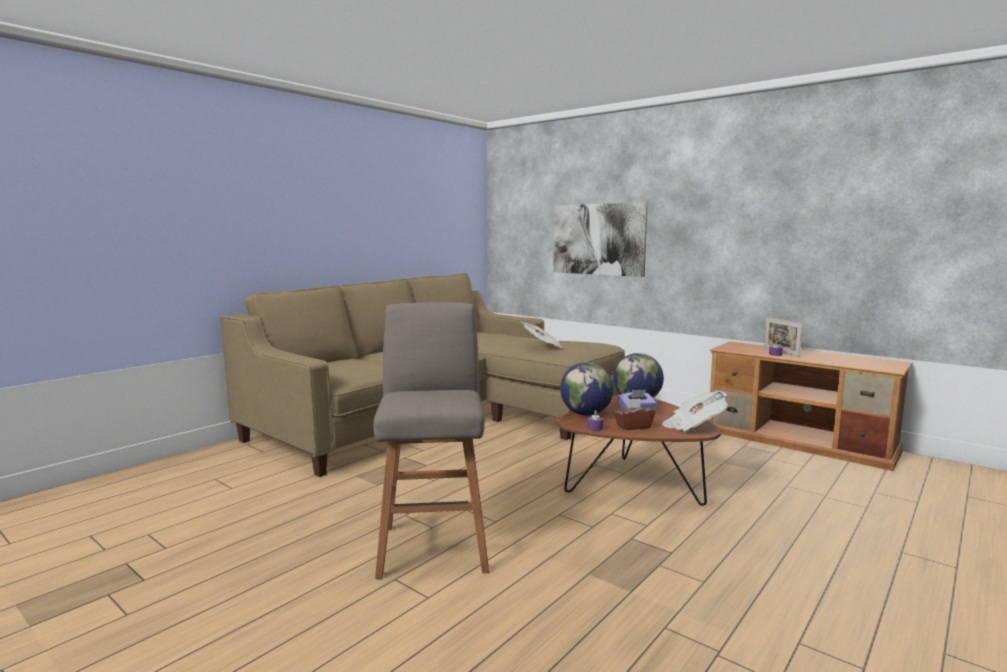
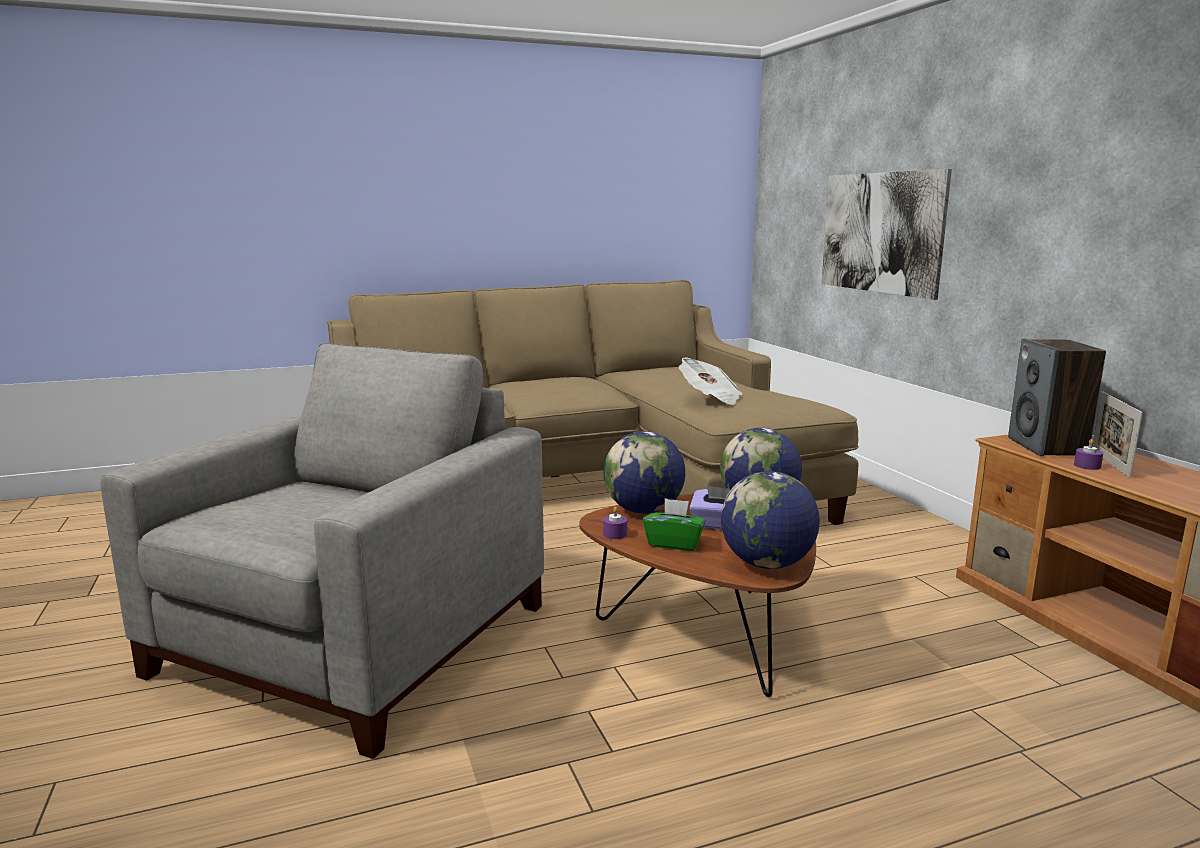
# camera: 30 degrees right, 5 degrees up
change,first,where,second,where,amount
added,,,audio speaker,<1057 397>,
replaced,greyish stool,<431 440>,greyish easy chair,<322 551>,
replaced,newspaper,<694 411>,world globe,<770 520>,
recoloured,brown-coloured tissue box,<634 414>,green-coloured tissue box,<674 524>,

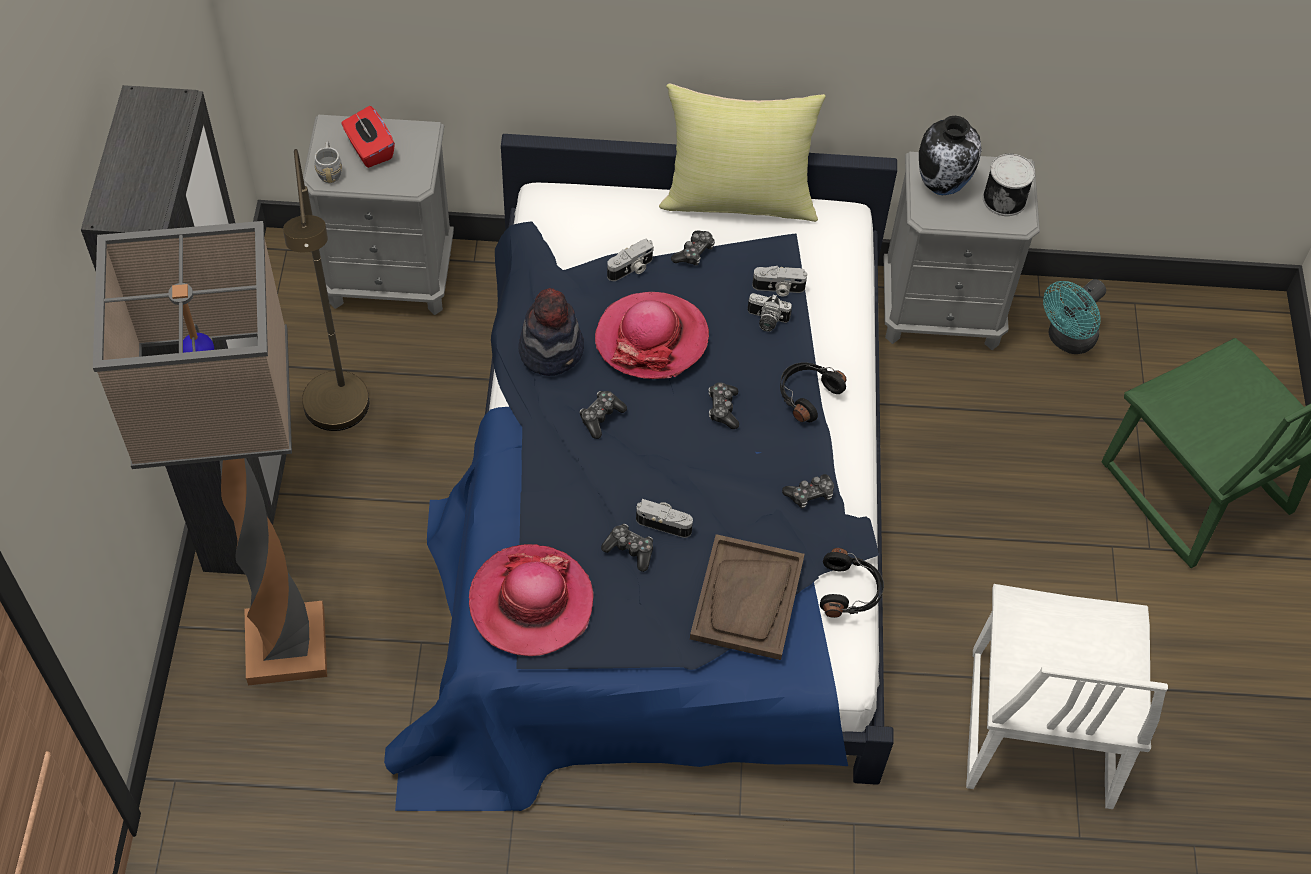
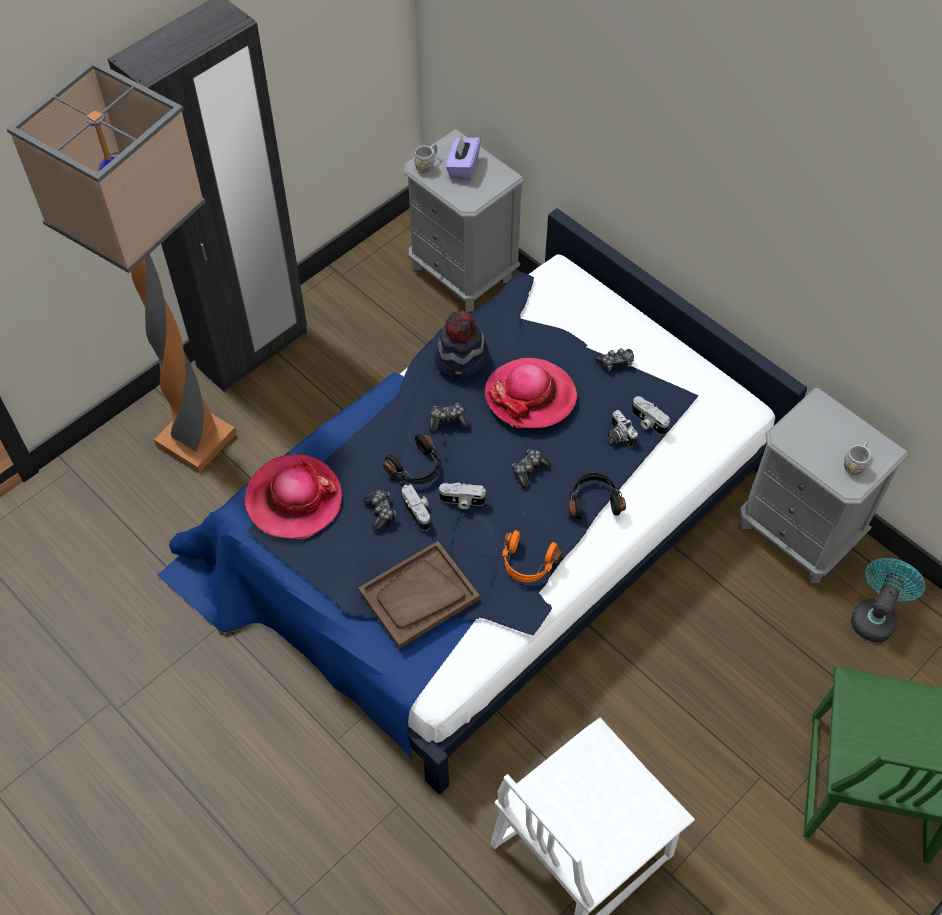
# camera: 45 degrees right, 0 degrees up
change,first,where,second,where,amount
removed,brown-coloured standard lamp,<326 290>,,,
removed,yellow-coloured cushion,<742 153>,,,
removed,decorative vase,<950 155>,,,
moved,still camera,<630 260>,,<462 495>,
moved,black-coloured headphones,<852 583>,,<411 459>,
replaced,gamepad,<808 491>,orange headphones,<532 556>,
replaced,can,<1009 185>,greyish coffee mug,<857 457>,
recoloured,reddish tissue box,<368 137>,purple-coloured tissue box,<463 157>,
turned,turquoise-coloured fan,<1074 316>,,<888 600>,120 degrees clockwise

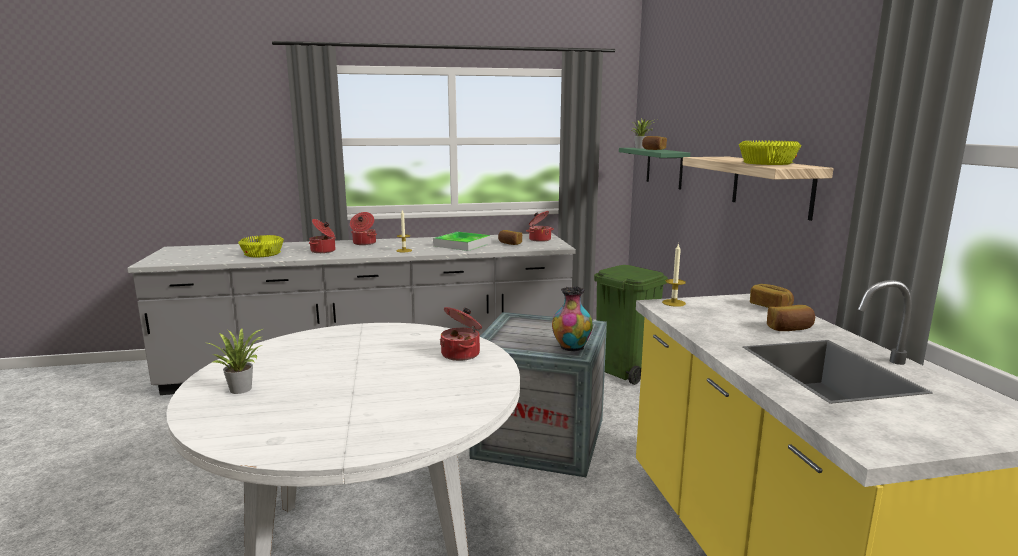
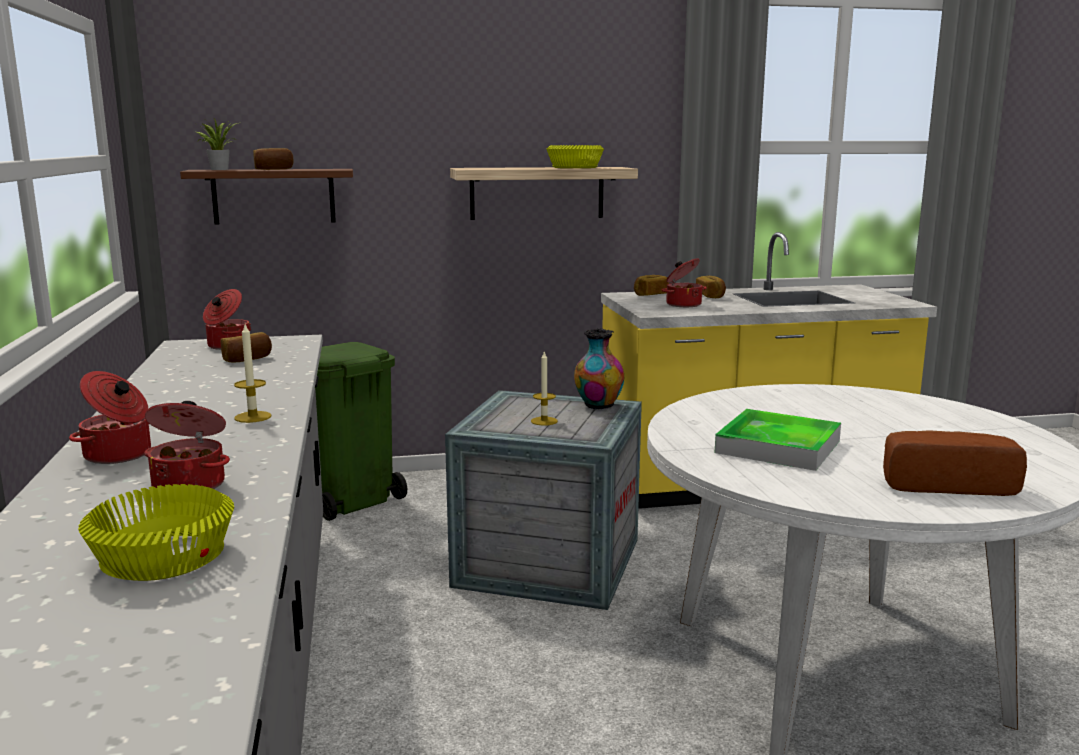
# camera: 90 degrees left, 0 degrees up
change,first,where,second,where,amount
moved,tray,<462 241>,,<778 440>,
moved,stockpot,<461 334>,,<684 282>,
moved,wax candle,<674 275>,,<544 388>,
replaced,houseplant,<235 361>,bakery bread,<955 463>,
recoloured,green-coloured shelf,<654 169>,brown-coloured shelf,<266 197>,

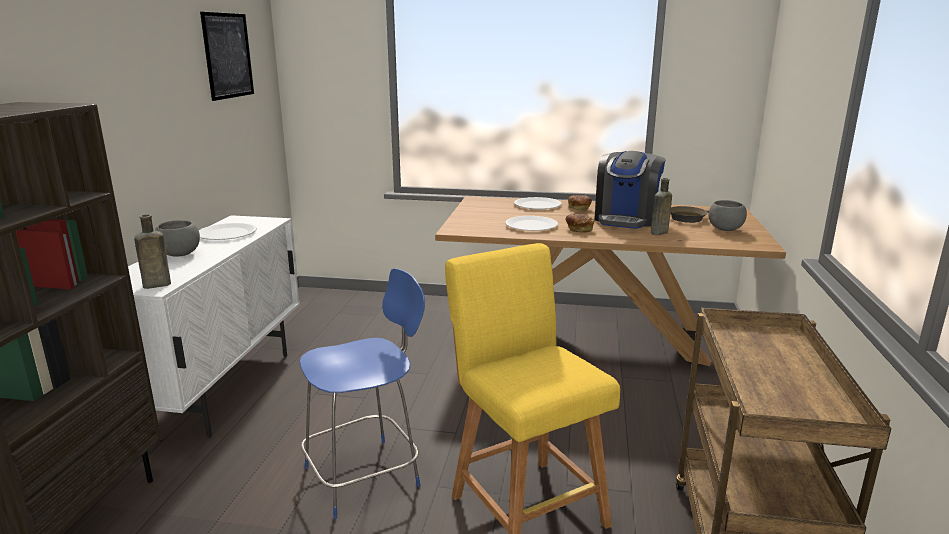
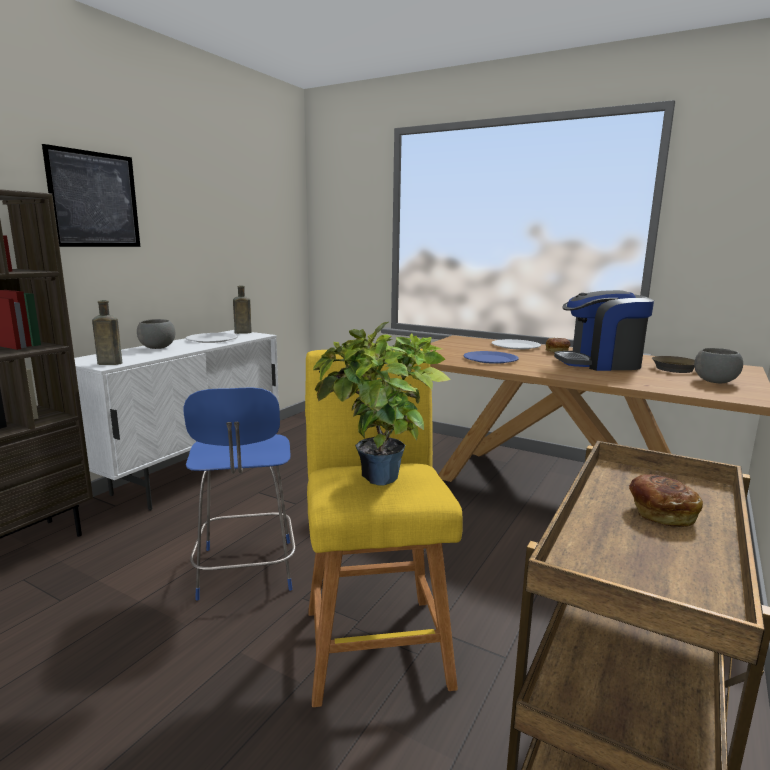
# camera: 20 degrees right, 5 degrees down
change,first,where,second,where,amount
added,,,houseplant,<382 403>,
moved,wall picture,<227 56>,,<91 195>,
moved,bakery bread,<579 222>,,<666 500>,
moved,brown-coloured beverage bottle,<661 206>,,<242 310>,
recoloured,white-coloured dinner plate,<531 223>,blue-coloured dinner plate,<491 357>,
turned,blue-coloured chair,<362 393>,,<240 494>,90 degrees clockwise
turned,coffee maker,<630 190>,,<604 330>,45 degrees clockwise

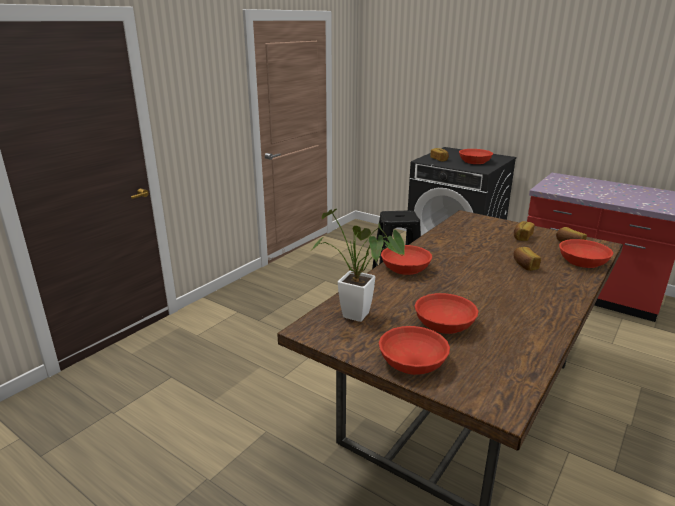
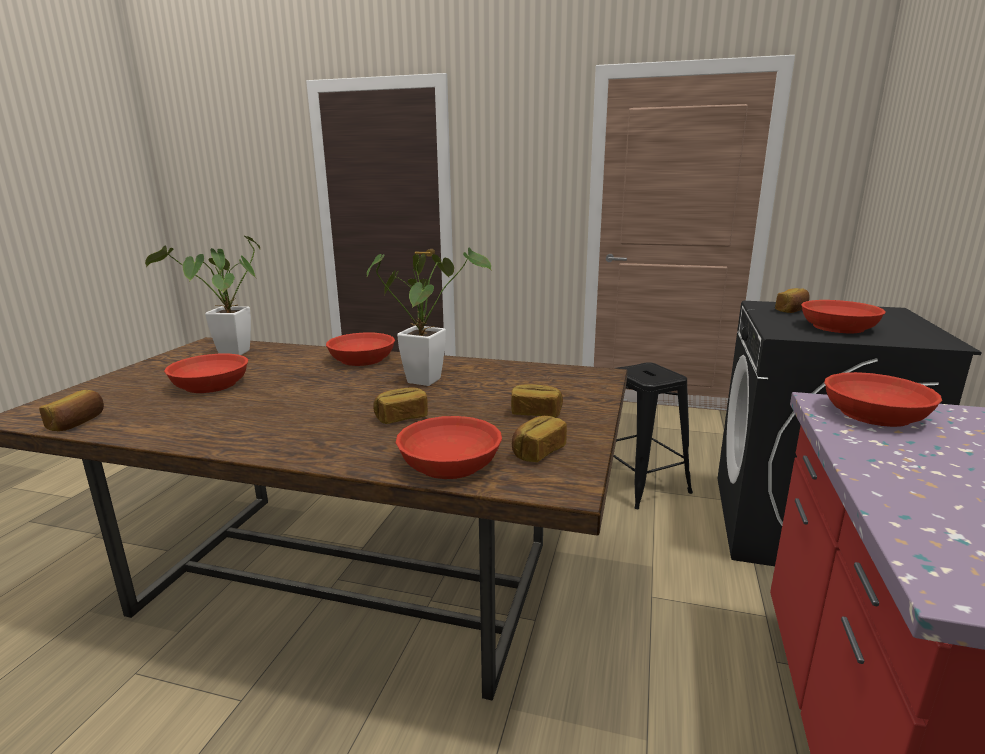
# camera: 70 degrees right, 5 degrees down
change,first,where,second,where,amount
added,,,bakery bread,<71 410>,
added,,,houseplant,<429 317>,
moved,reddish bowl,<414 350>,,<883 399>,

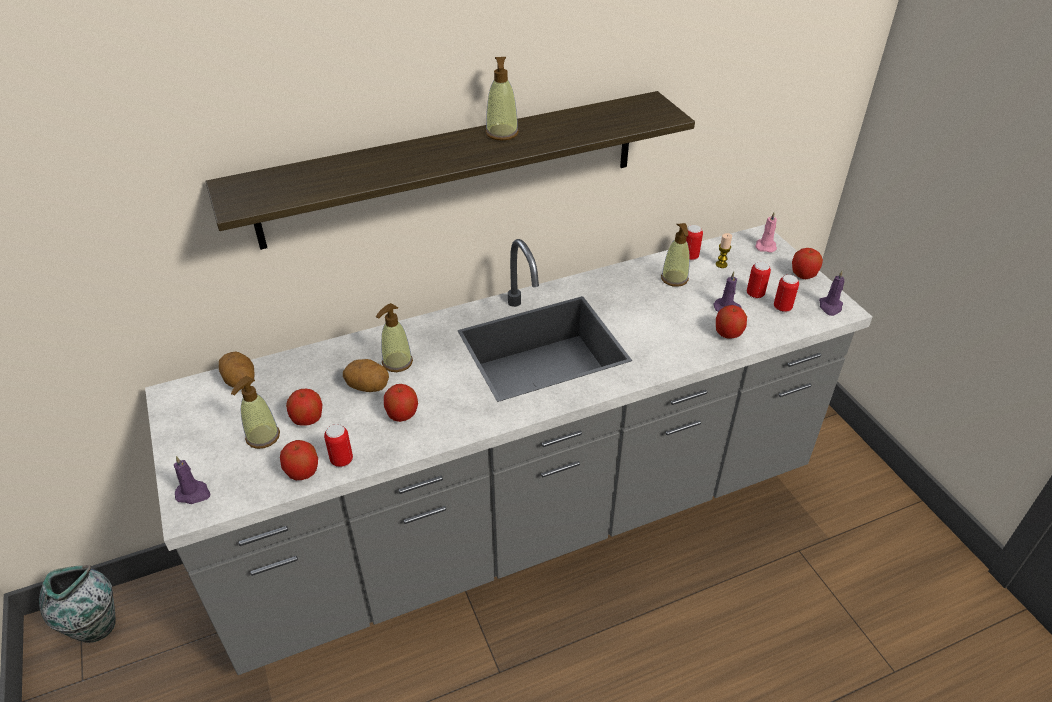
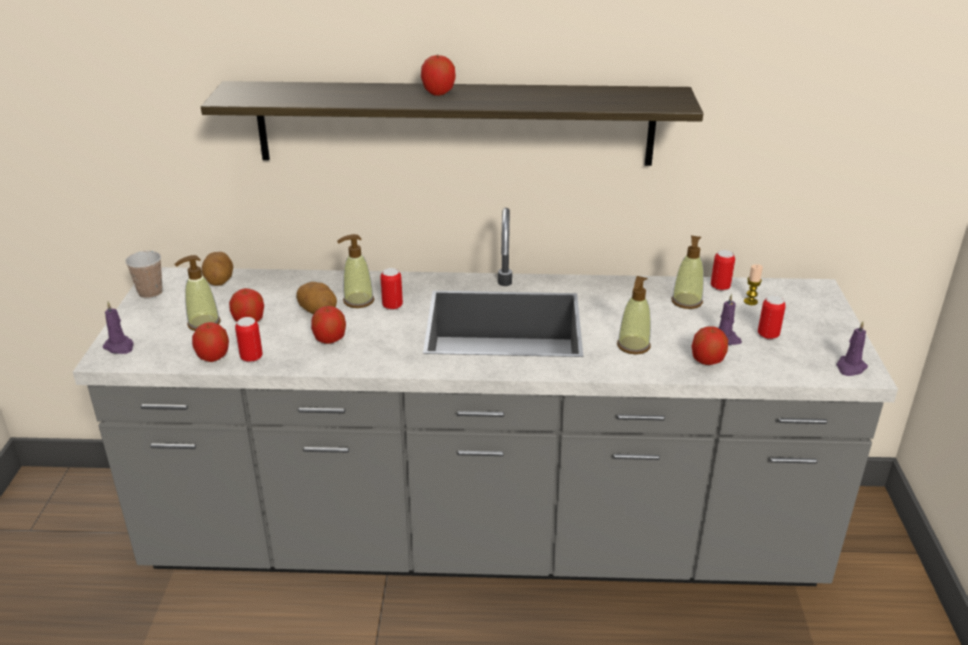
# camera: 25 degrees right, 10 degrees down
change,first,where,second,where,amount
removed,decorative vase,<77 604>,,,
removed,pink-coloured wax candle,<766 232>,,,
added,,,cup,<144 274>,
moved,soap bottle,<502 99>,,<634 315>,
moved,can,<786 293>,,<391 289>,
moved,apple,<807 263>,,<438 75>,

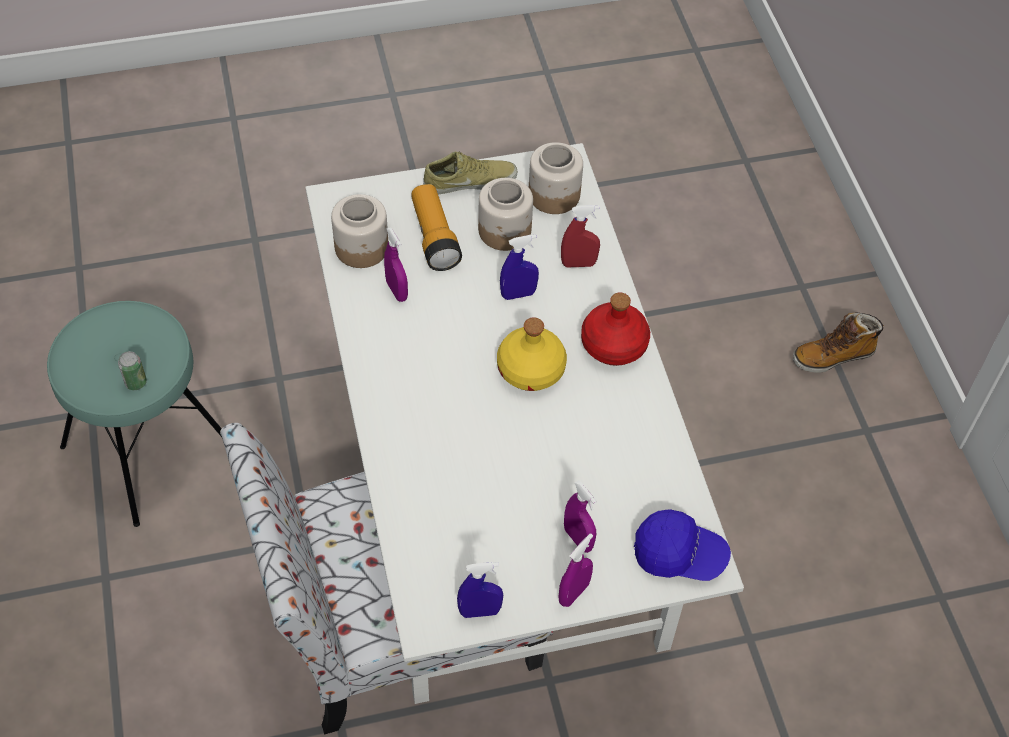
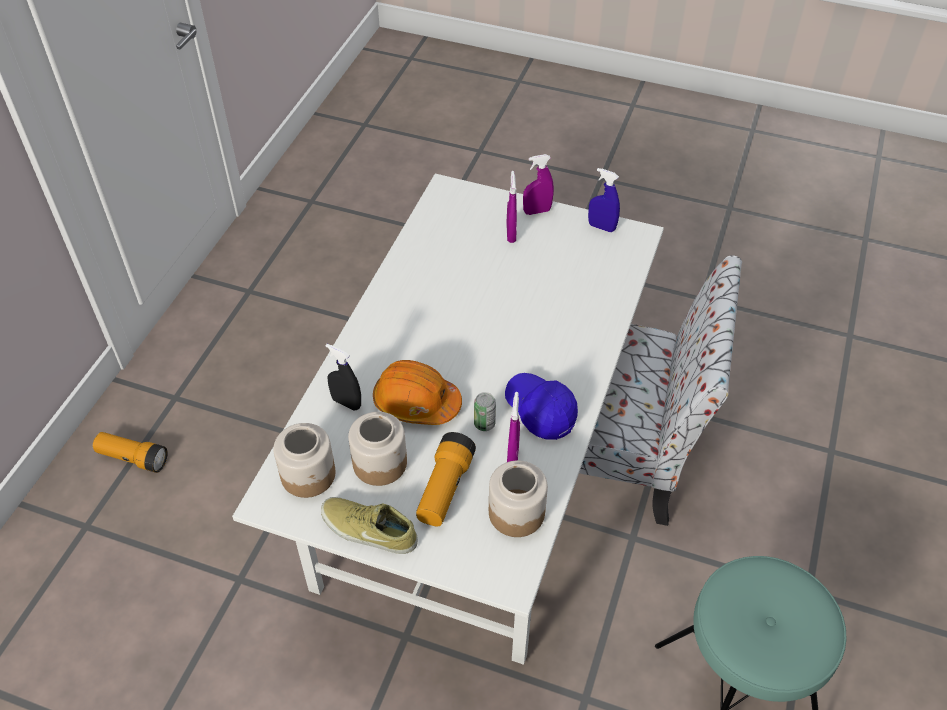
# camera: 145 degrees left, 5 degrees down
change,first,where,second,where,amount
removed,yellow-coloured beverage bottle,<532 354>,,,
removed,reddish beverage bottle,<615 329>,,,
moved,can,<132 370>,,<485 411>,
moved,blue-coloured cap,<682 545>,,<541 406>,
replaced,blue-coloured sprayer,<519 267>,orange work helmet,<417 392>,
replaced,high-top boot,<838 342>,torch,<130 452>,
recoloured,reddish sprayer,<580 236>,black-coloured sprayer,<343 377>,

